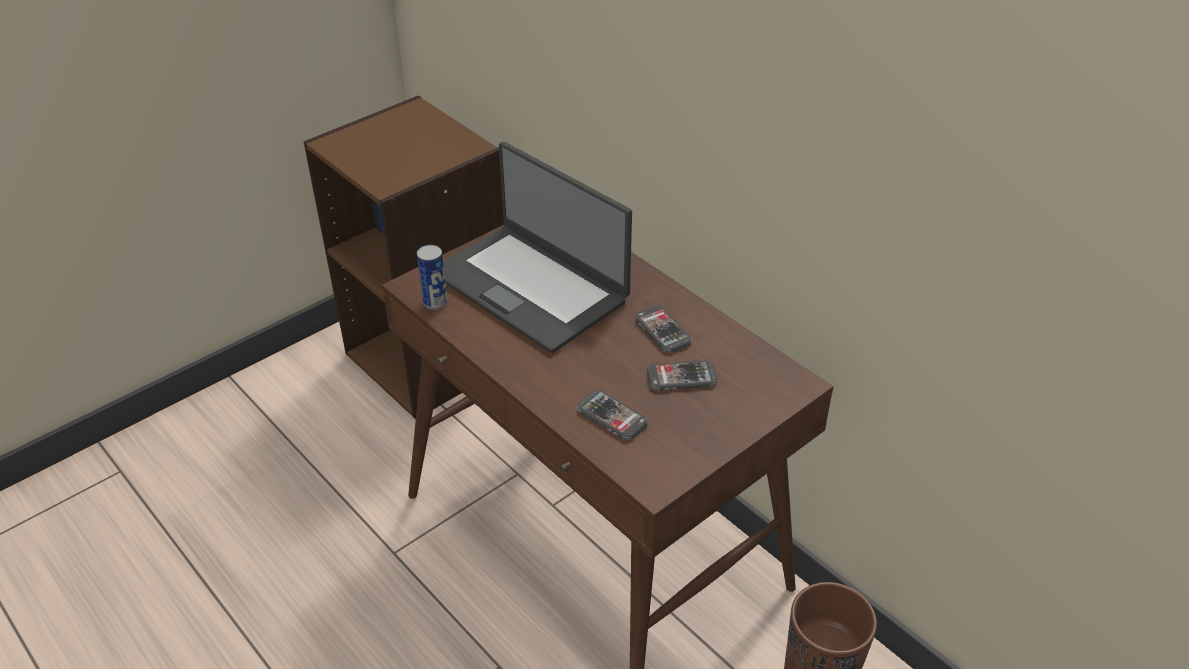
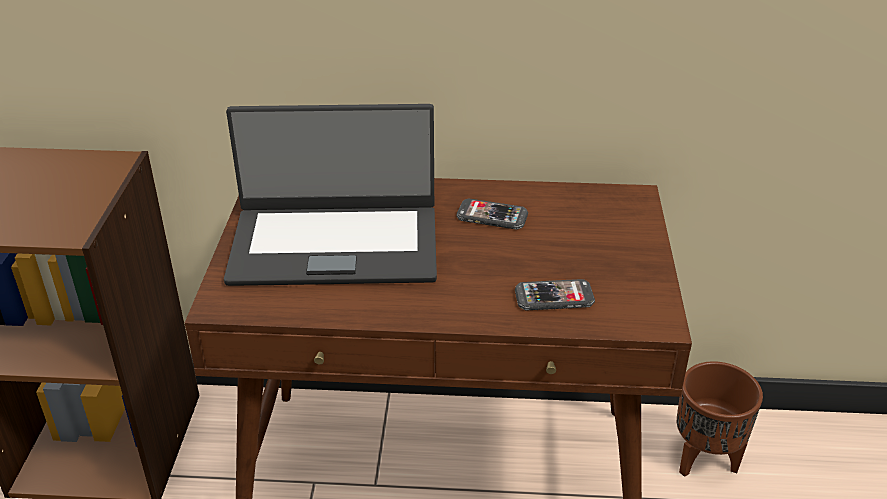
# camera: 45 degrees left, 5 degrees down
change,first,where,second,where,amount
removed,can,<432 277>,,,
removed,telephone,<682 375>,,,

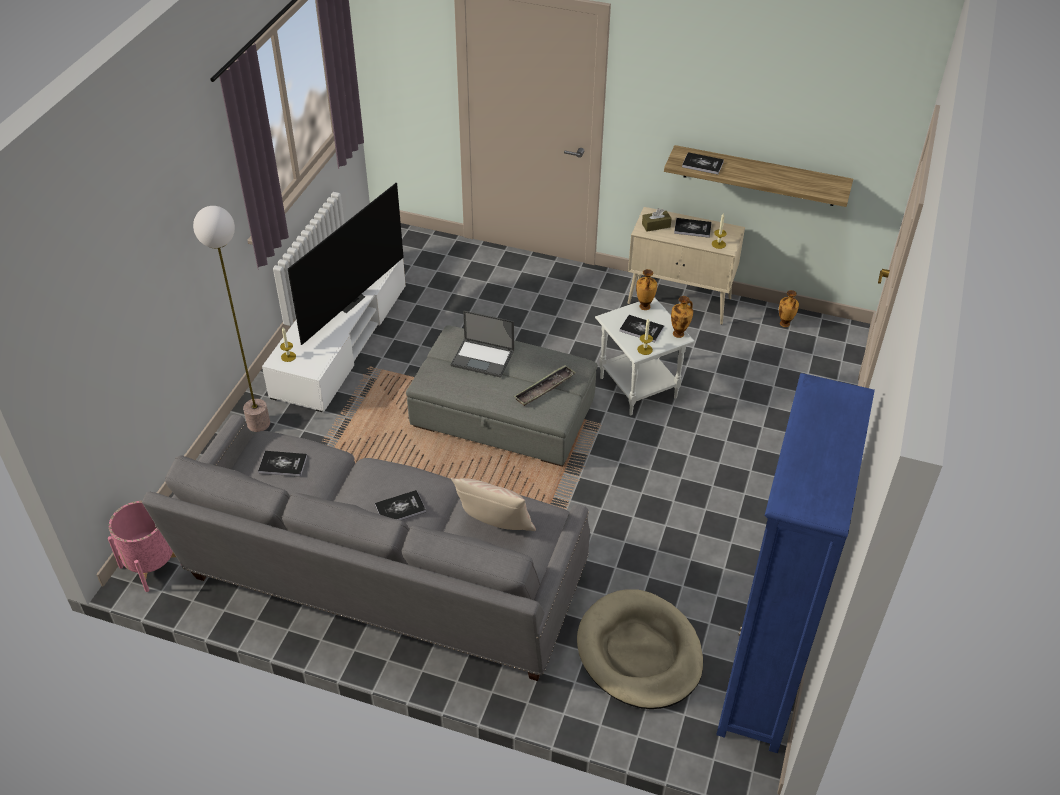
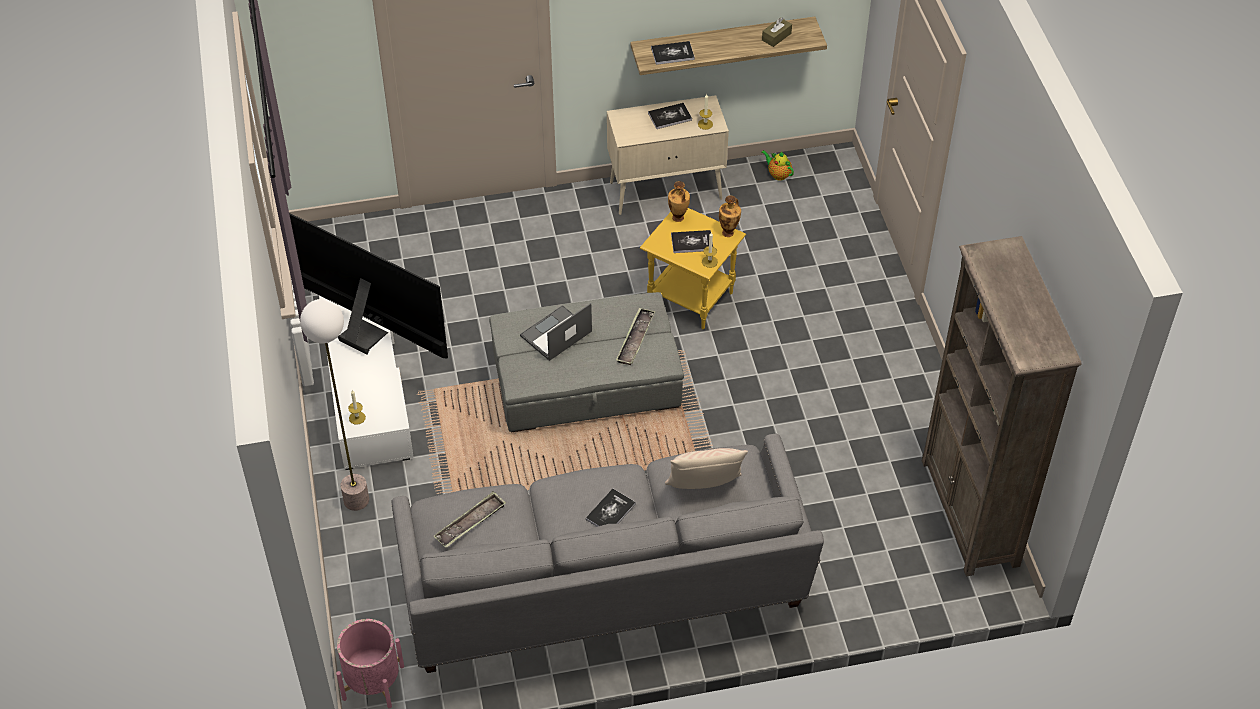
# camera: 30 degrees left, 5 degrees up
change,first,where,second,where,amount
removed,sand-coloured pet bed,<640 649>,,,
moved,brown-coloured tissue box,<657 220>,,<777 32>,
replaced,bound book,<282 464>,tray,<470 519>,
replaced,decorative vase,<789 308>,pot for tea,<777 165>,
recoloured,white-coloured side table,<645 356>,yellow-coloured side table,<693 268>,
recoloured,blue-coloured shelving unit,<795 563>,brown-coloured shelving unit,<1001 406>,
turned,television,<346 264>,,<368 286>,60 degrees counterclockwise
turned,laptop,<482 344>,,<556 332>,150 degrees clockwise

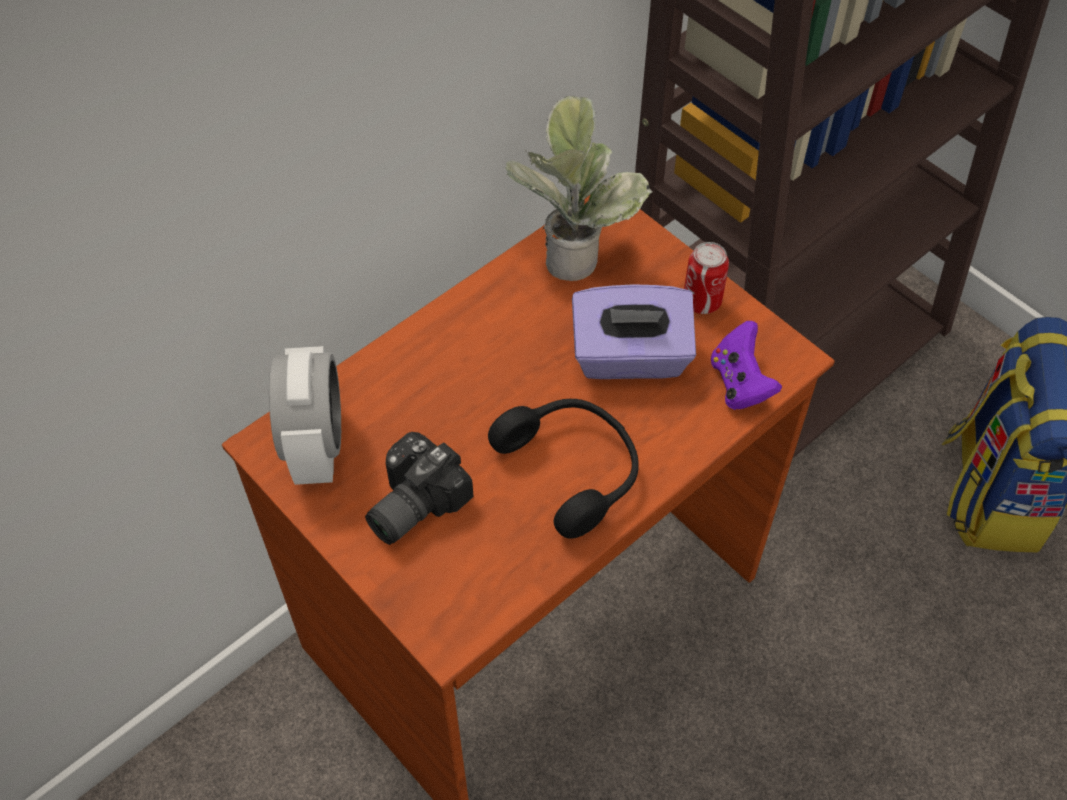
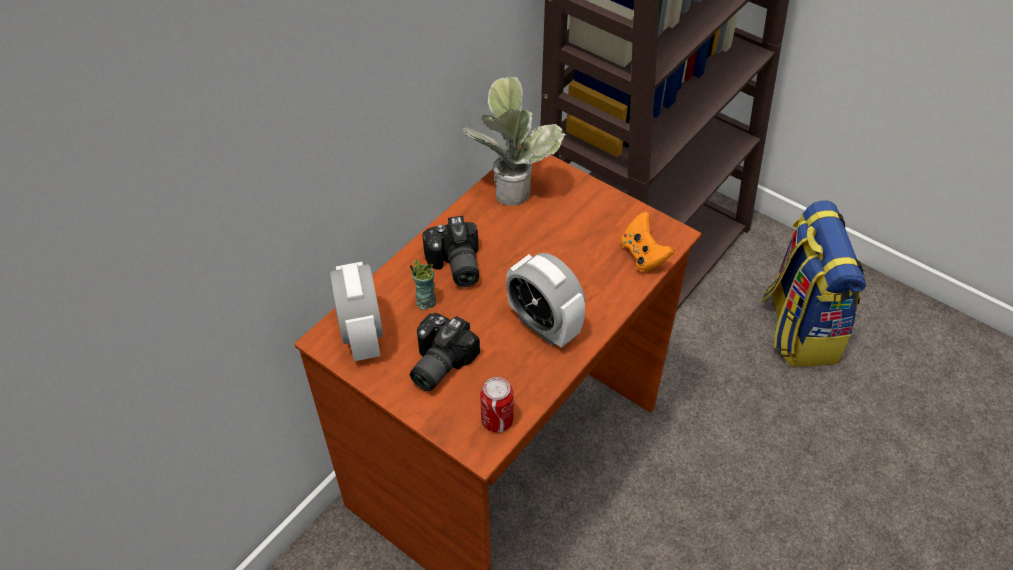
# camera: 10 degrees left, 5 degrees down
change,first,where,second,where,amount
removed,purple-coloured tissue box,<634 331>,,,
added,,,cup,<423 285>,
added,,,still camera,<450 251>,
moved,can,<706 278>,,<497 404>,
replaced,black-coloured headphones,<563 469>,bedside clock,<545 300>,
recoloured,purple-coloured gamepad,<746 365>,orange gamepad,<647 242>,

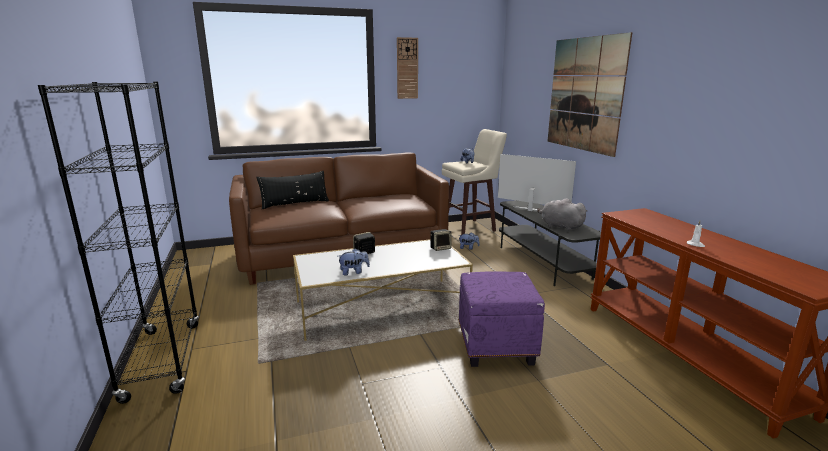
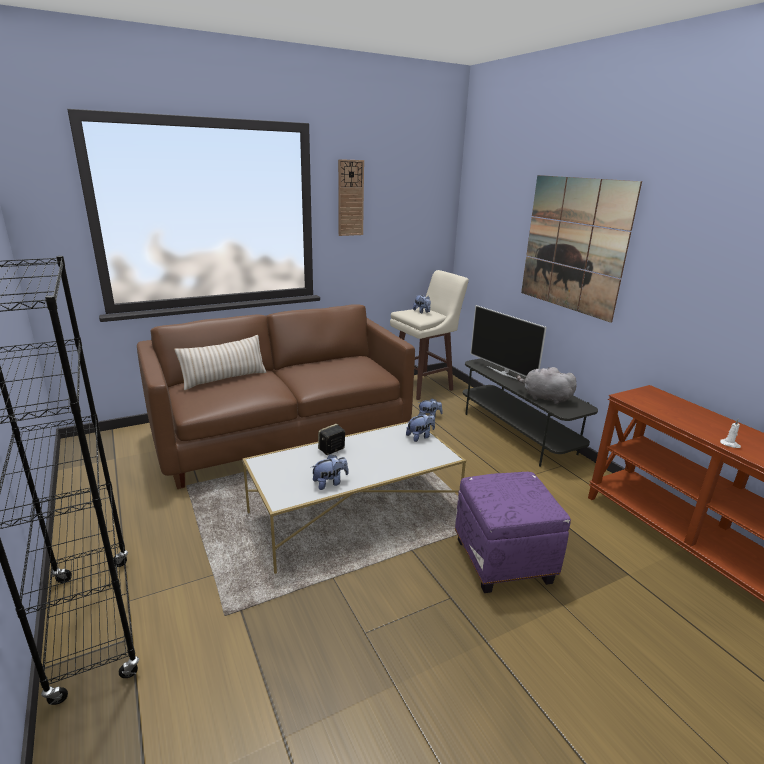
# camera: 10 degrees left, 5 degrees up
change,first,where,second,where,amount
replaced,audio speaker,<441 240>,cuddly toy,<420 427>,
recoloured,black-coloured cushion,<292 190>,sand-coloured cushion,<220 362>,
turned,television,<537 182>,,<508 342>,150 degrees counterclockwise

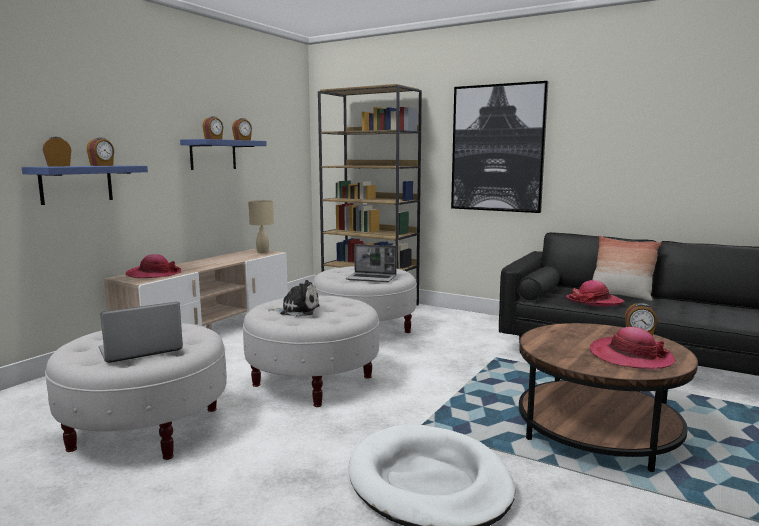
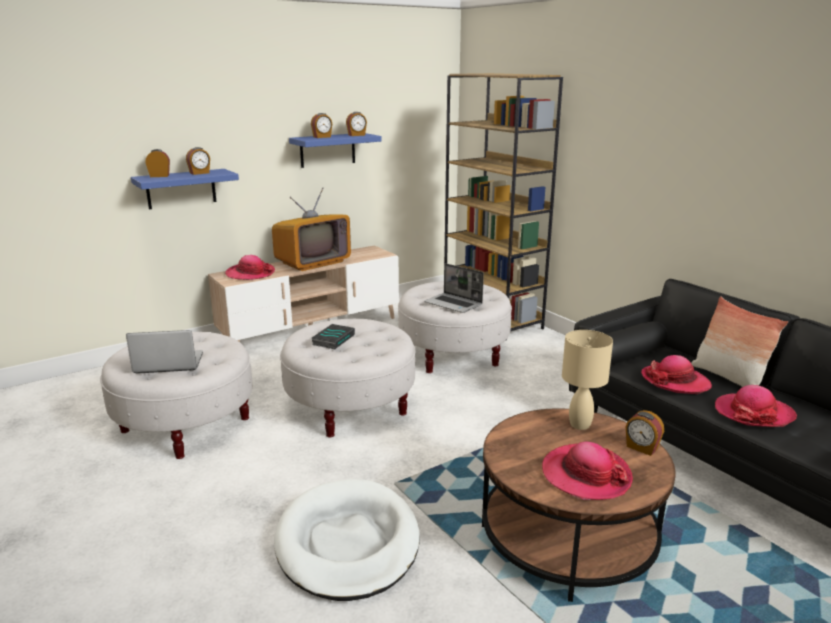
# camera: 25 degrees right, 10 degrees up
change,first,where,second,where,amount
removed,wall picture,<499 147>,,,
added,,,television,<311 229>,
added,,,clothing hat,<756 406>,
moved,sand-coloured lamp for a table,<261 226>,,<587 380>,
replaced,cuddly toy,<294 298>,bound book,<333 336>,

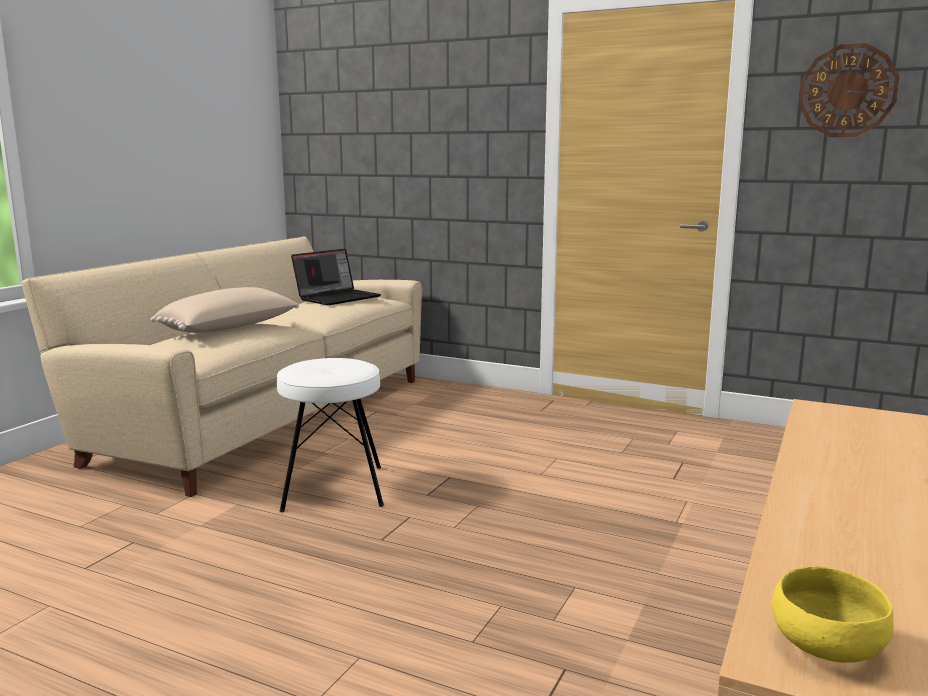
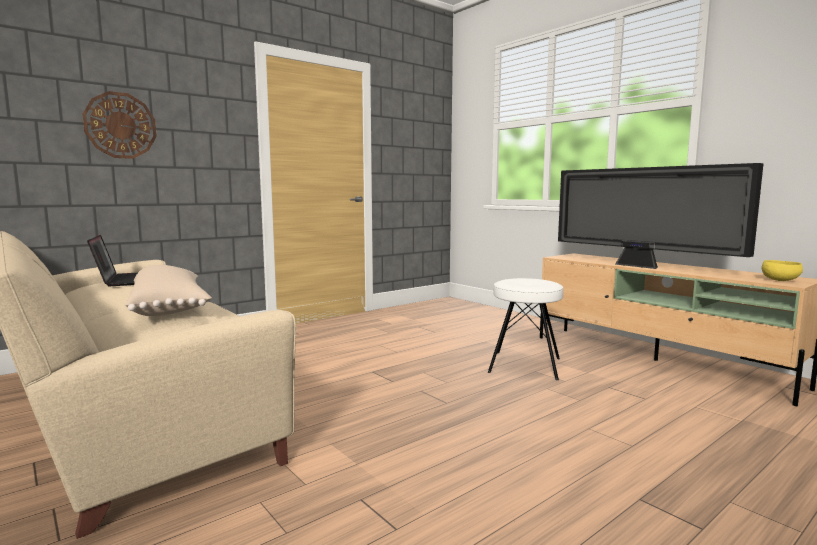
# camera: 65 degrees left, 5 degrees down
change,first,where,second,where,amount
added,,,television,<661 216>,
moved,white-coloured stool,<330 435>,,<525 329>,
moved,wall clock,<849 90>,,<120 125>,

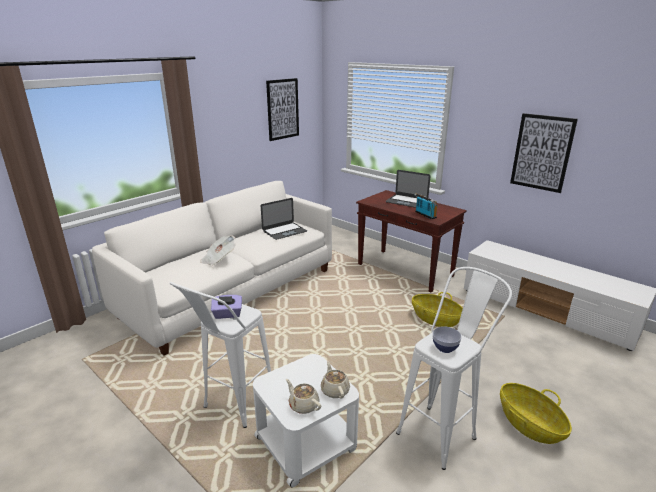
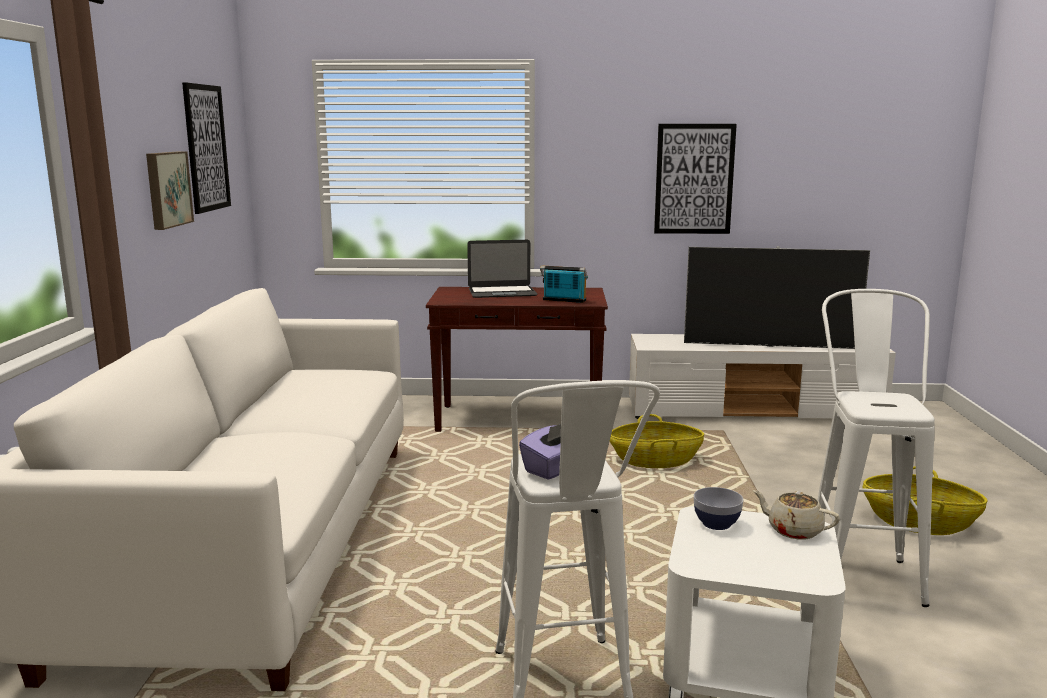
# camera: 40 degrees left, 10 degrees down
change,first,where,second,where,amount
removed,newspaper,<218 250>,,,
removed,laptop,<284 219>,,,
removed,sand-coloured pot for tea,<303 396>,,,
added,,,wall picture,<170 190>,
added,,,television,<777 297>,
moved,bowl,<447 339>,,<719 508>,

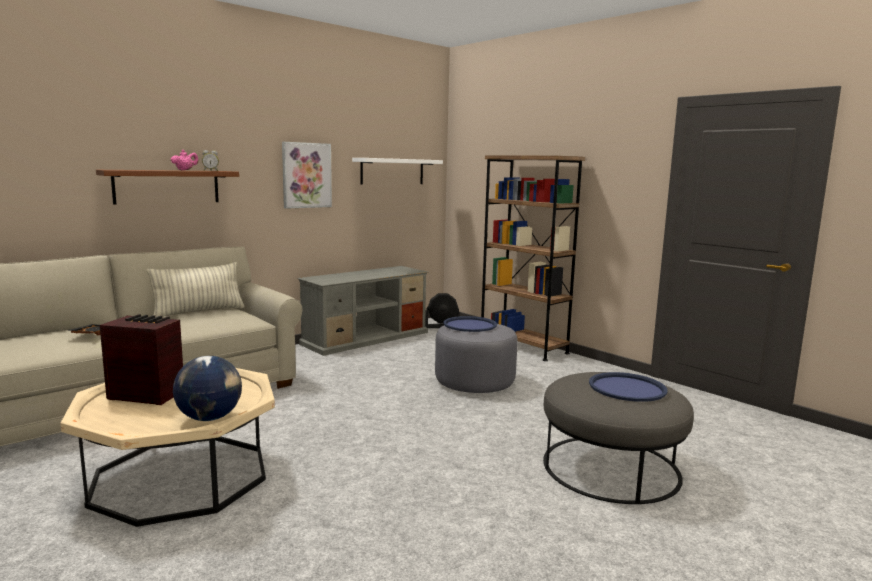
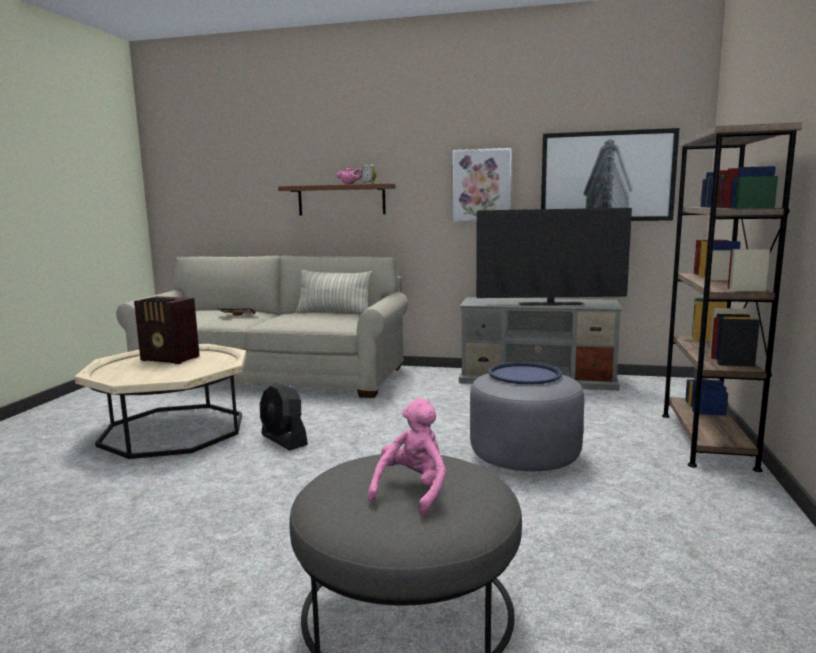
# camera: 55 degrees right, 0 degrees up
change,first,where,second,where,amount
removed,world globe,<207 388>,,,
added,,,television,<554 256>,
moved,black-coloured fan,<442 310>,,<284 416>,
replaced,white-coloured shelf,<397 171>,wall picture,<610 174>,
replaced,blue-coloured tray,<628 387>,pink-coloured cuddly toy,<407 457>,
turned,radio receiver,<141 359>,,<167 330>,135 degrees clockwise

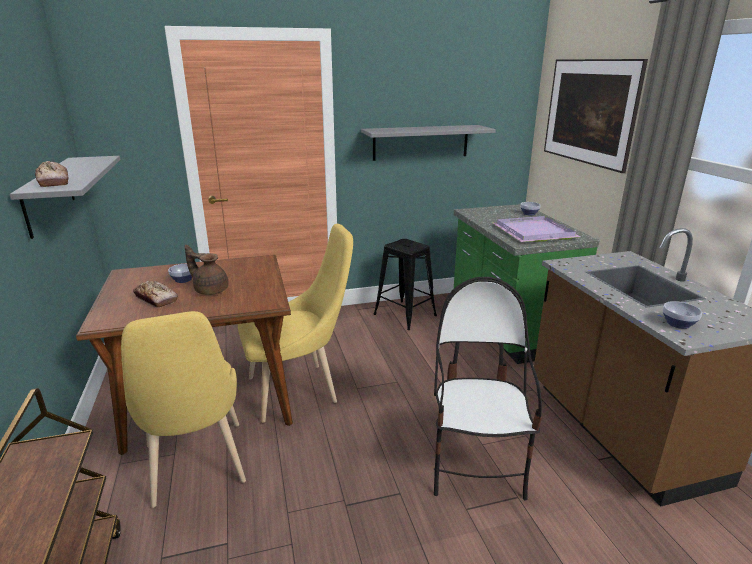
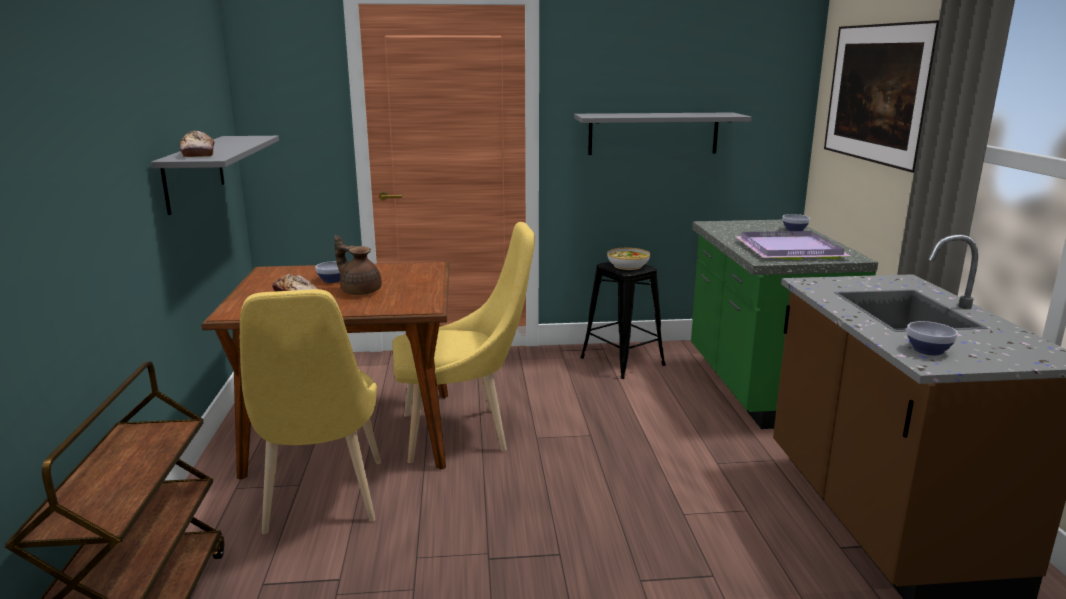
# camera: 10 degrees right, 5 degrees down
change,first,where,second,where,amount
removed,chair,<488 389>,,,
added,,,bowl,<628 259>,

